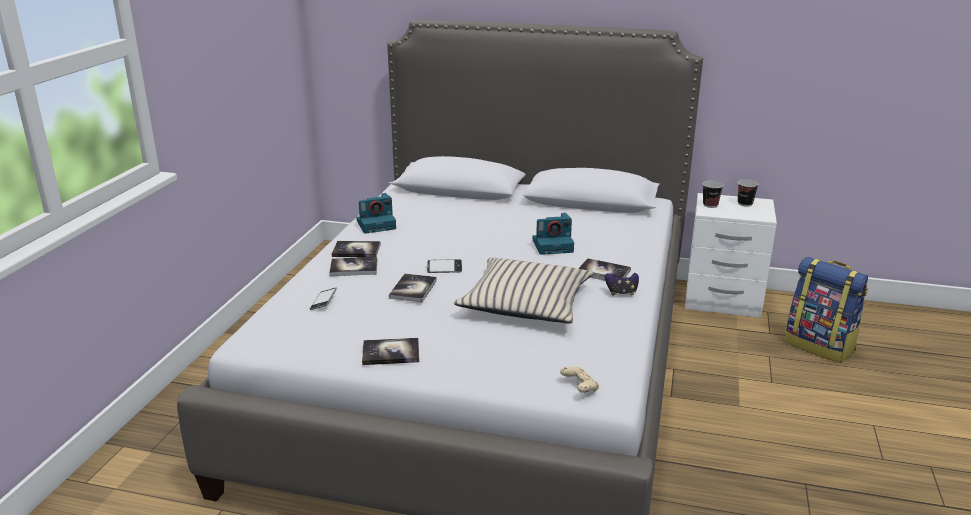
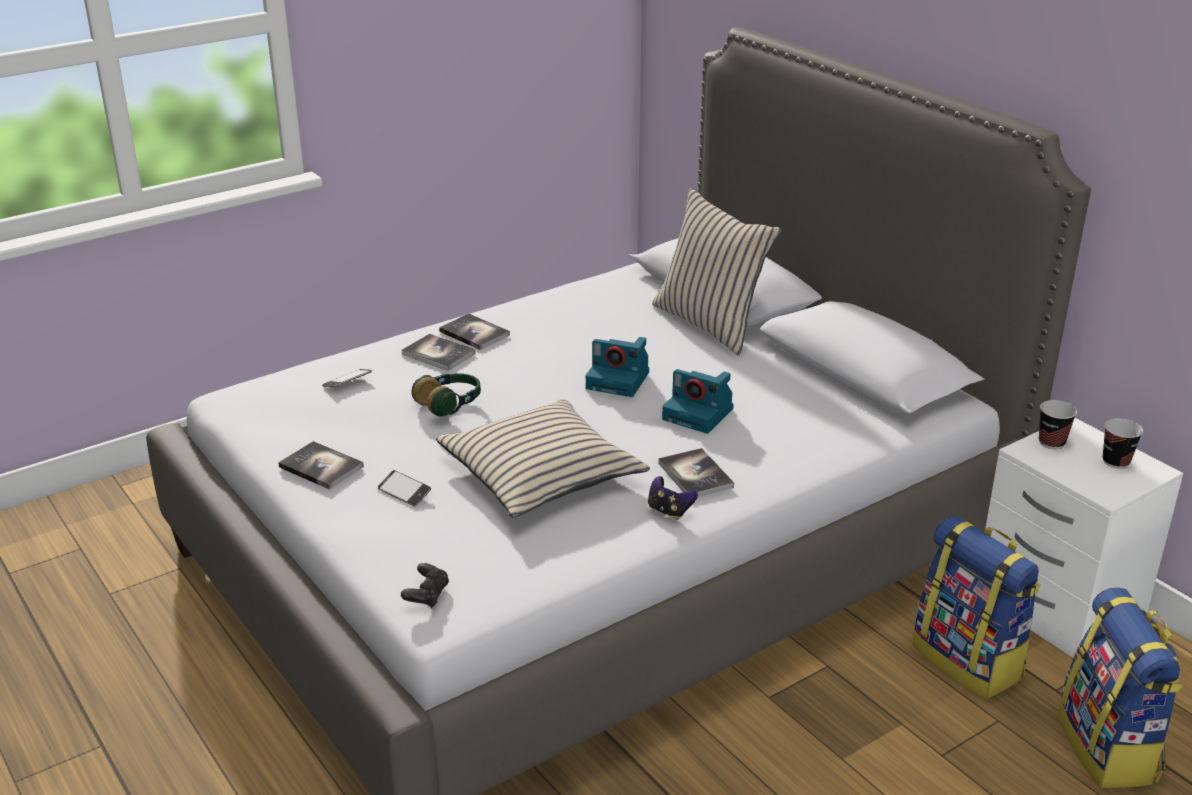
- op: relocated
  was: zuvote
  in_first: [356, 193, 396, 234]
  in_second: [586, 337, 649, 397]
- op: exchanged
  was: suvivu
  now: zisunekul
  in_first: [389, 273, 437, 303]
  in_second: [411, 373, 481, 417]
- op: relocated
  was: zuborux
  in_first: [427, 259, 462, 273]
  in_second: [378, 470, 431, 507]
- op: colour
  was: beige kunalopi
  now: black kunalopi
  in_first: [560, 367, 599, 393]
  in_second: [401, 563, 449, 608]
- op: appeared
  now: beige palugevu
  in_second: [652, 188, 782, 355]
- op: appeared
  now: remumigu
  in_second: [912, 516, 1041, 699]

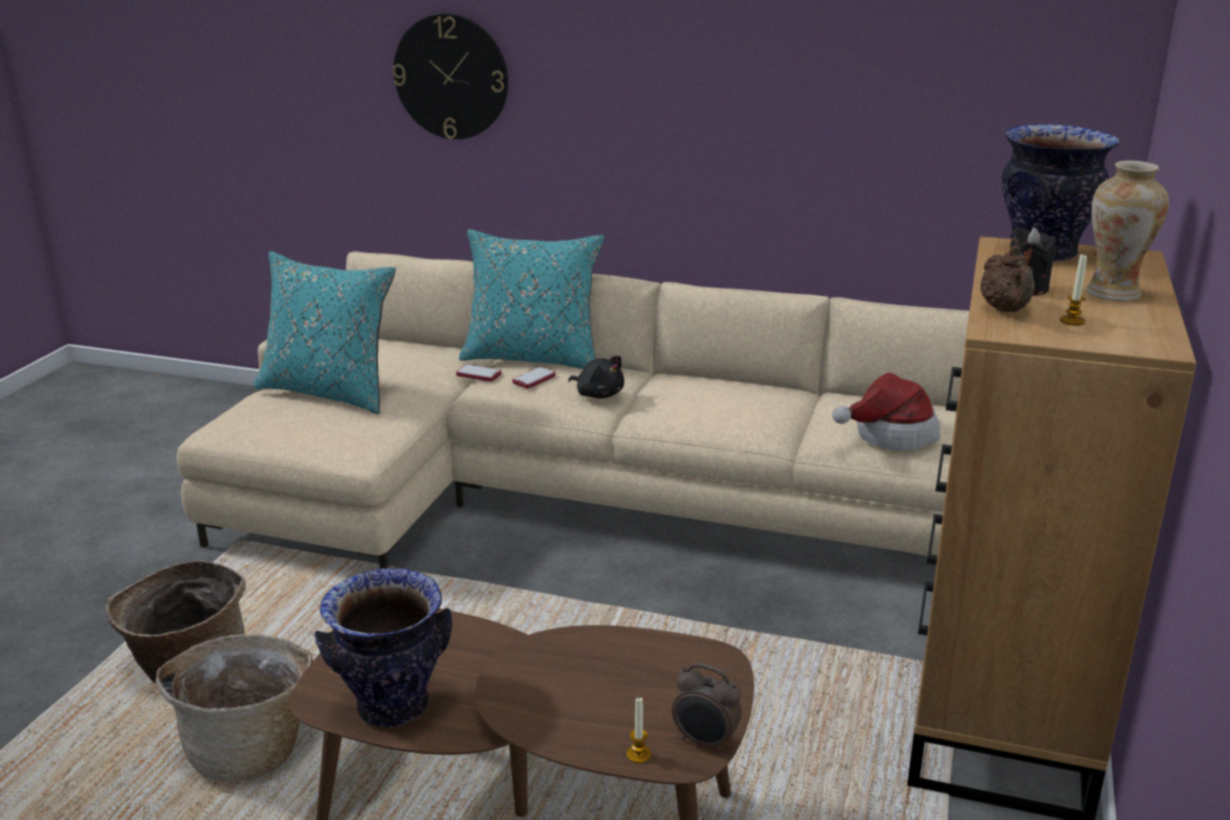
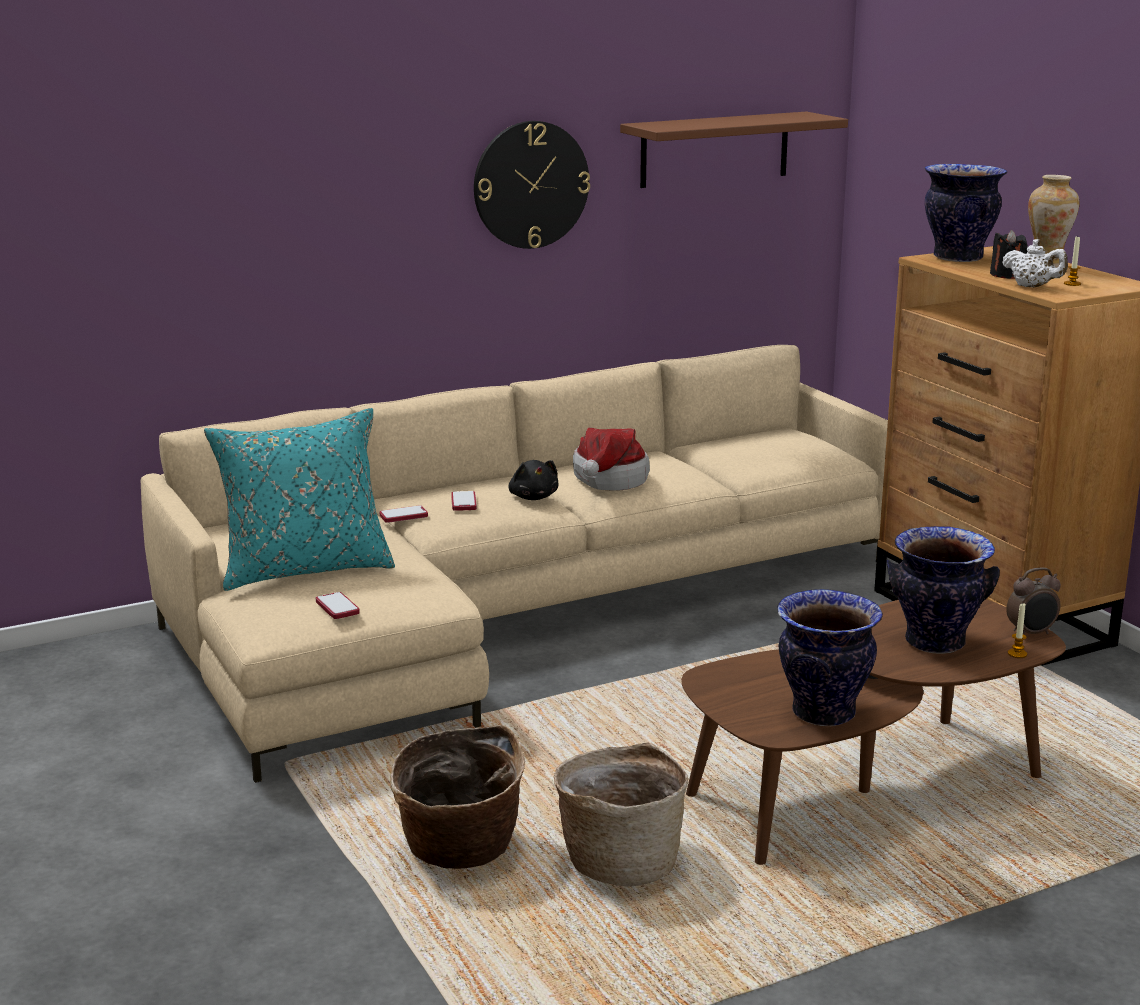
- op: relocated
  was: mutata
  in_first: [393, 13, 508, 139]
  in_second: [474, 121, 590, 249]
- op: missing
  was: turquoise palugevu
  in_first: [459, 229, 604, 369]
- op: spun
  was: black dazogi
  in_first: [568, 356, 624, 399]
  in_second: [509, 460, 558, 500]
  clockwise: 75
- op: relocated
  was: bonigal
  in_first: [832, 373, 940, 451]
  in_second: [573, 428, 650, 491]
- op: colour
  was: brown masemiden
  now: white masemiden
  in_first: [980, 246, 1035, 312]
  in_second: [1002, 239, 1068, 287]
- op: appeared
  now: zuborux
  in_second: [316, 592, 360, 619]
- op: appeared
  now: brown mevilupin
  in_second: [620, 112, 848, 188]
- op: appeared
  now: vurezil
  in_second: [886, 526, 1000, 654]

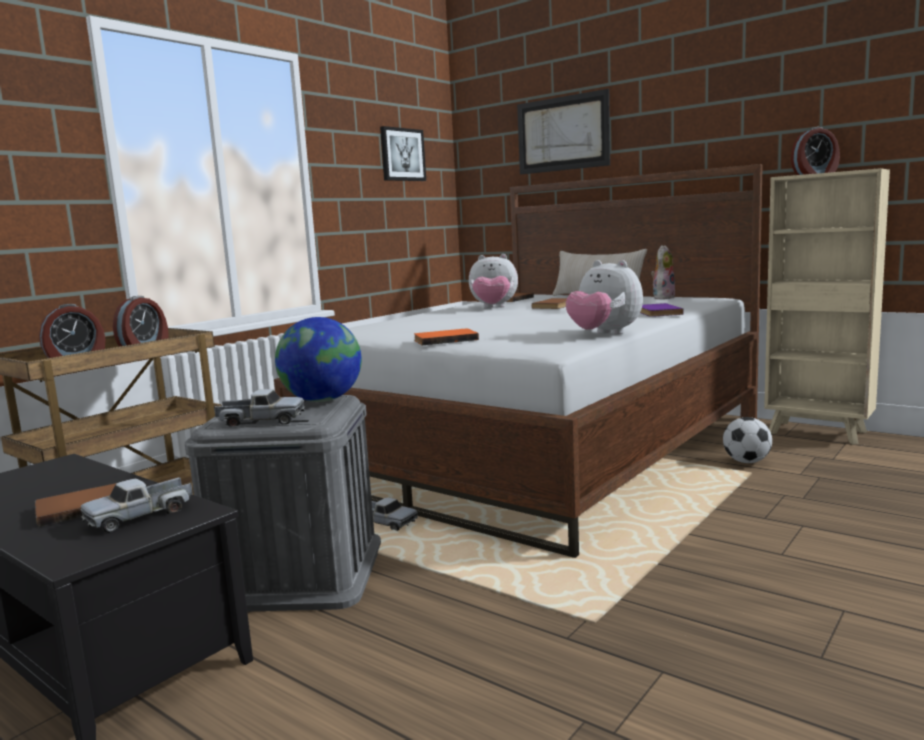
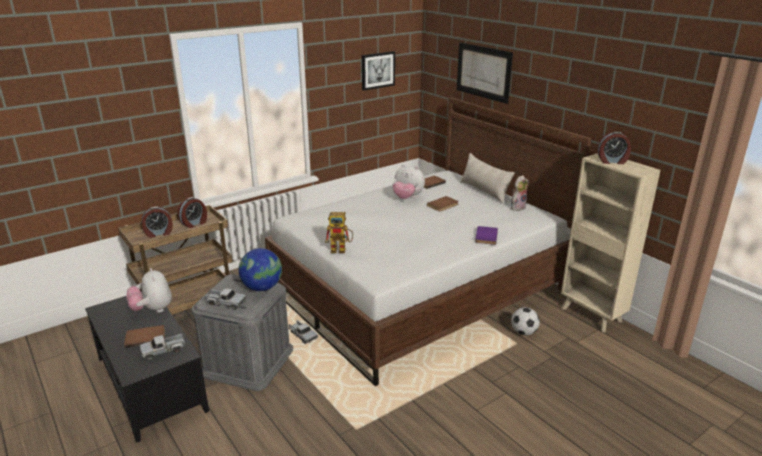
- op: exchanged
  was: orange suvivu
  now: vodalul
  in_first: [414, 329, 479, 345]
  in_second: [325, 212, 353, 253]
- op: relocated
  was: dazogi
  in_first: [566, 260, 643, 335]
  in_second: [126, 268, 172, 313]

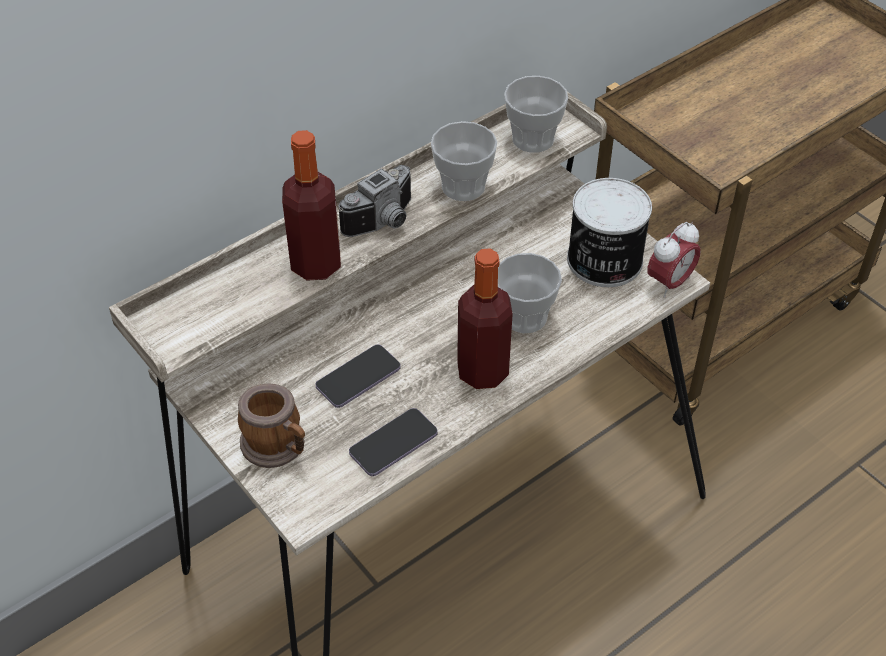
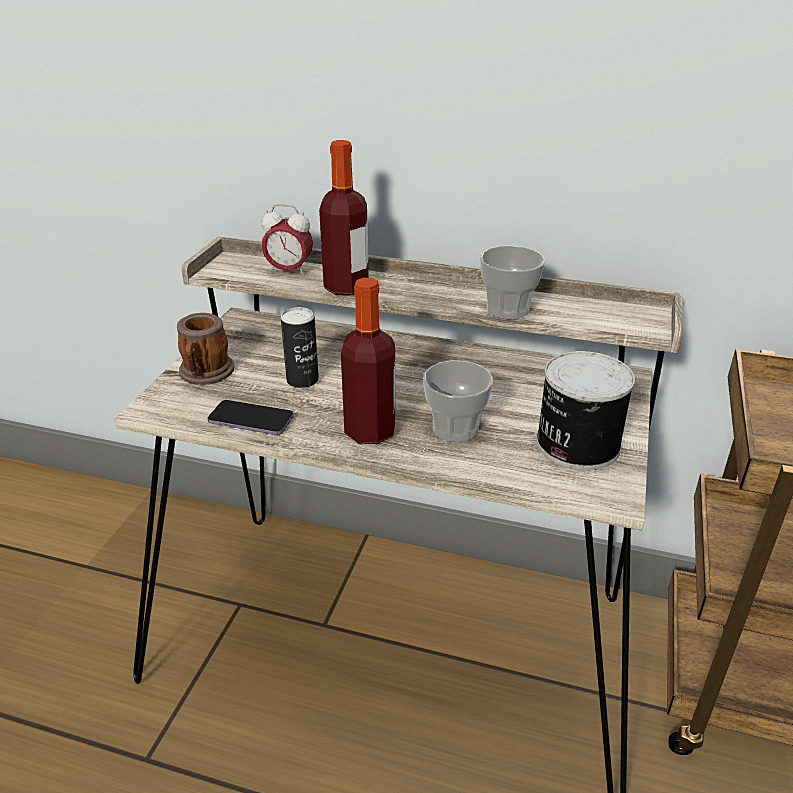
- op: exchanged
  was: zuborux
  now: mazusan
  in_first: [316, 345, 401, 408]
  in_second: [281, 307, 319, 388]
- op: missing
  was: zuvote
  in_first: [339, 165, 411, 237]
- op: missing
  was: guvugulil
  in_first: [504, 76, 568, 153]
- op: relocated
  was: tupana
  in_first: [647, 222, 701, 298]
  in_second: [261, 204, 313, 276]

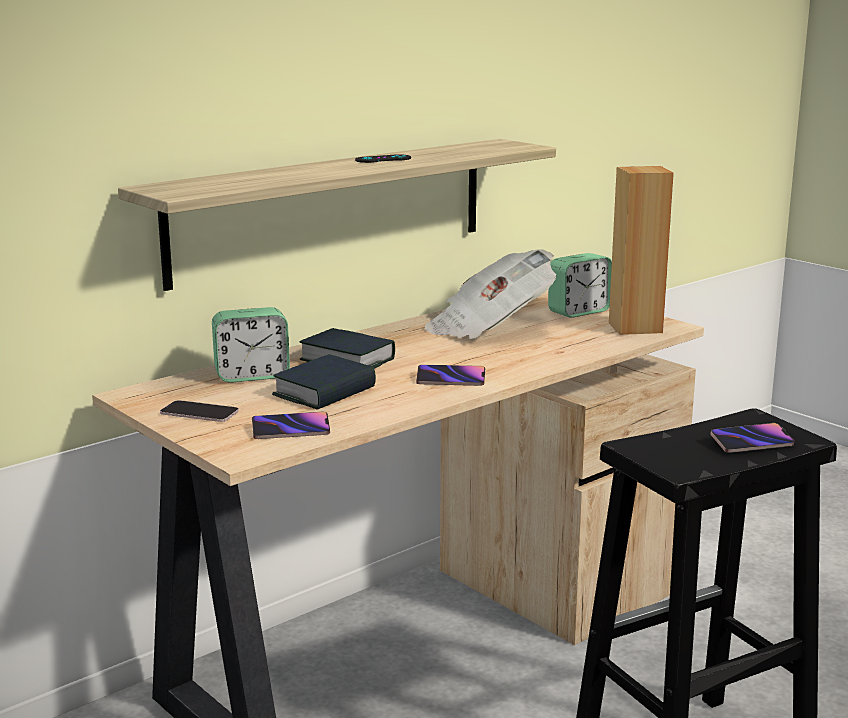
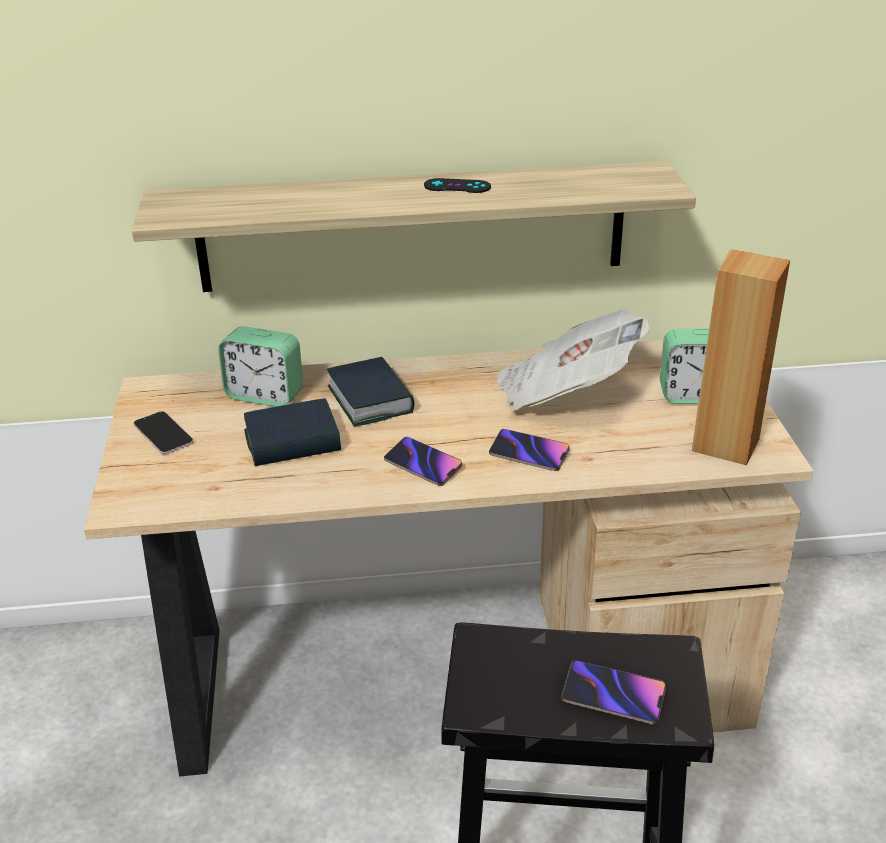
- op: relocated
  was: zuborux
  in_first: [252, 411, 330, 439]
  in_second: [489, 429, 569, 471]

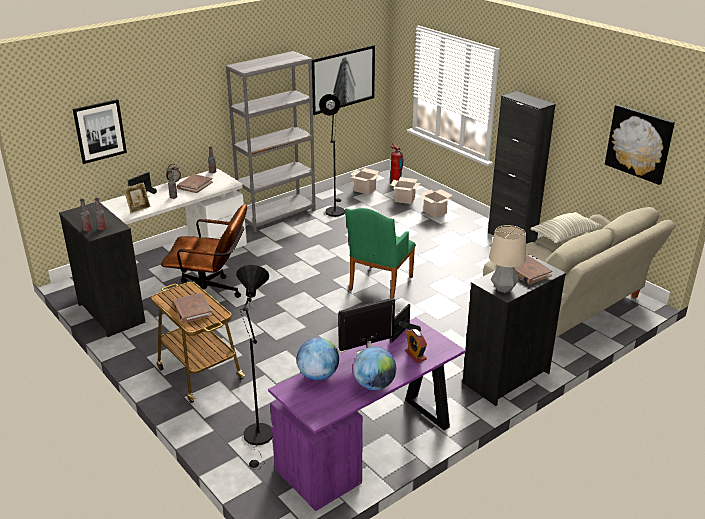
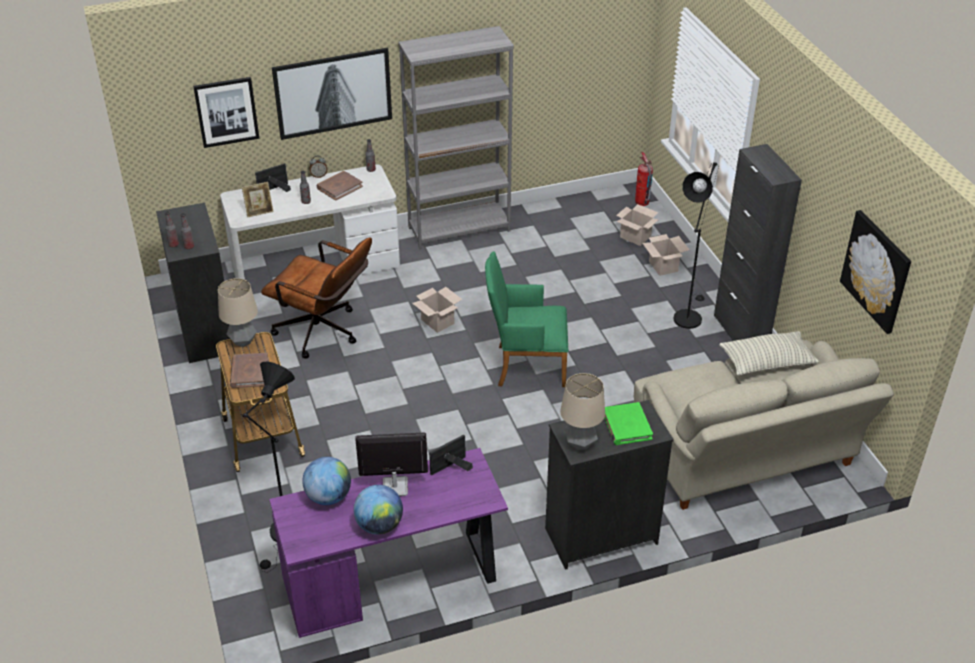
- op: relocated
  was: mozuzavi
  in_first: [312, 45, 375, 115]
  in_second: [272, 48, 392, 140]
- op: relocated
  was: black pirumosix
  in_first: [319, 94, 345, 217]
  in_second: [673, 162, 719, 329]
- op: spun
  was: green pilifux
  in_first: [345, 208, 416, 298]
  in_second: [485, 251, 568, 387]
  clockwise: 45
- op: relocated
  was: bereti
  in_first: [350, 168, 380, 195]
  in_second: [412, 287, 462, 333]
- op: missing
  was: tupana
  in_first: [405, 329, 427, 363]
- op: colour
  was: brown suvivu
  now: green suvivu
  in_first: [515, 255, 553, 284]
  in_second: [604, 402, 653, 445]
- op: appeared
  now: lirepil
  in_second: [218, 278, 258, 347]

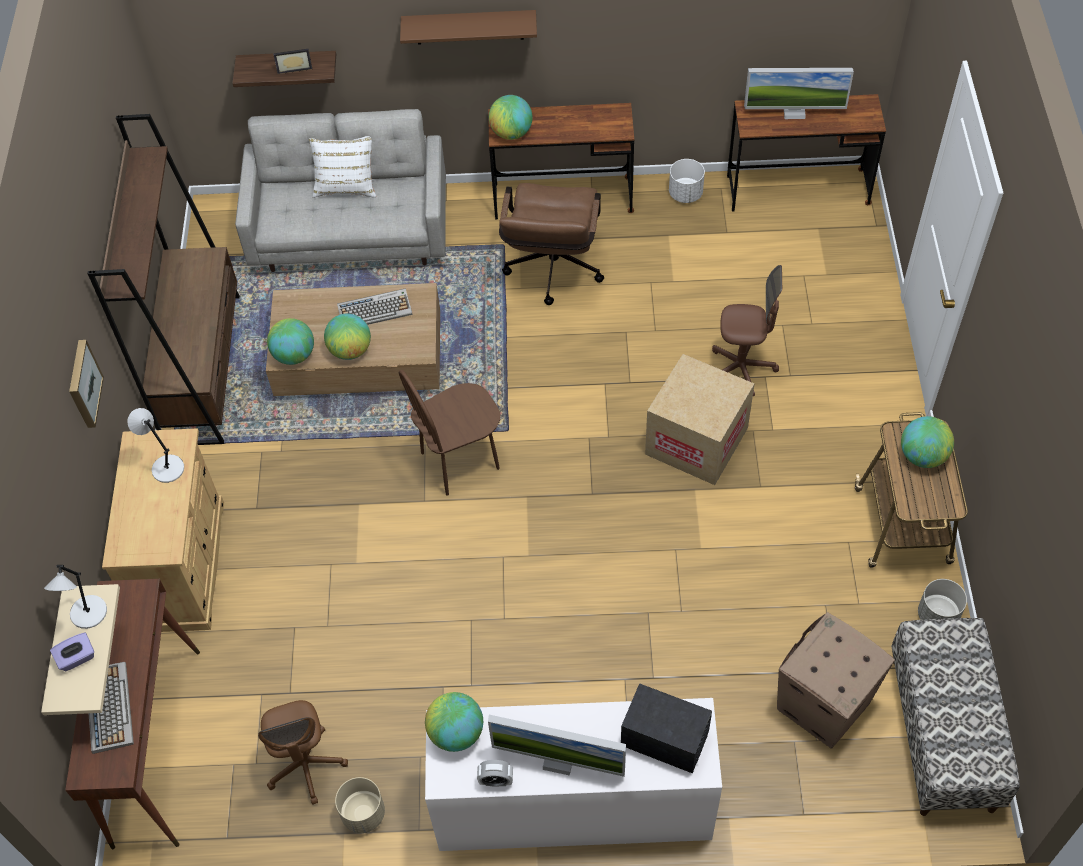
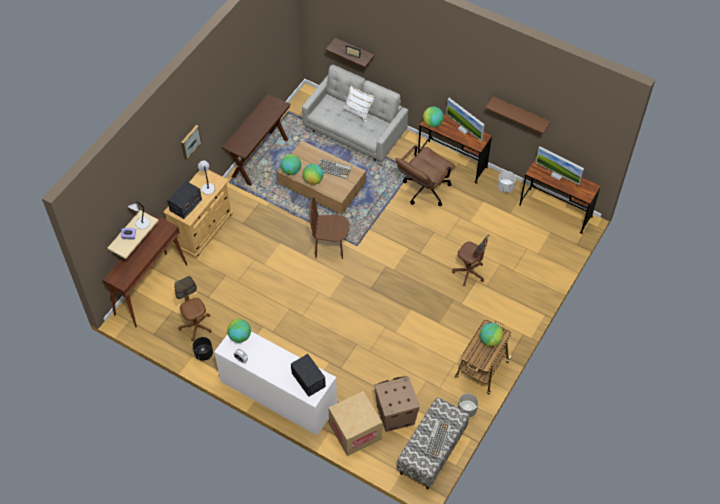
- op: exchanged
  was: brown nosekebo
  now: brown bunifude
  in_first: [87, 114, 240, 445]
  in_second: [222, 94, 291, 186]
- op: relocated
  was: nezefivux
  in_first: [88, 662, 134, 754]
  in_second: [424, 420, 452, 459]
- op: spun
  was: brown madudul
  in_first: [258, 700, 348, 805]
  in_second: [174, 276, 212, 341]
  clockwise: 135
- op: colour
  was: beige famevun
  now: black famevun
  in_first: [335, 777, 385, 833]
  in_second: [193, 337, 213, 361]
- op: relocated
  was: brown mevilupin
  in_first: [400, 10, 537, 44]
  in_second: [485, 96, 551, 134]
- op: relocated
  was: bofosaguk
  in_first: [488, 715, 626, 777]
  in_second: [446, 98, 485, 141]
- op: relocated
  was: bereti
  in_first: [645, 354, 754, 485]
  in_second: [328, 391, 382, 456]
- op: appeared
  now: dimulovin
  in_second: [167, 180, 202, 219]

